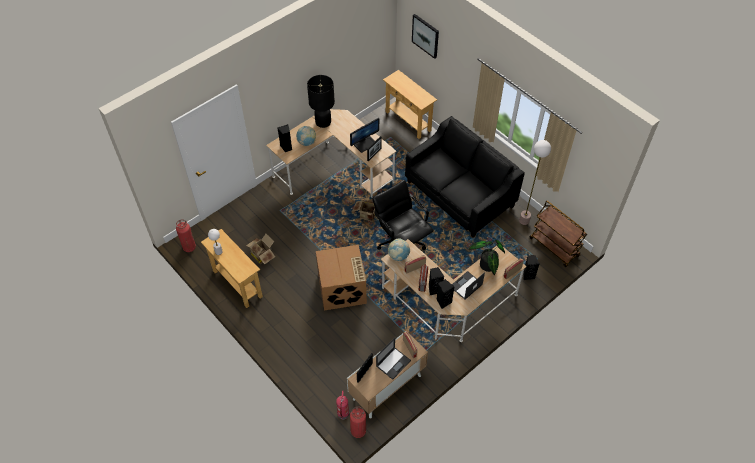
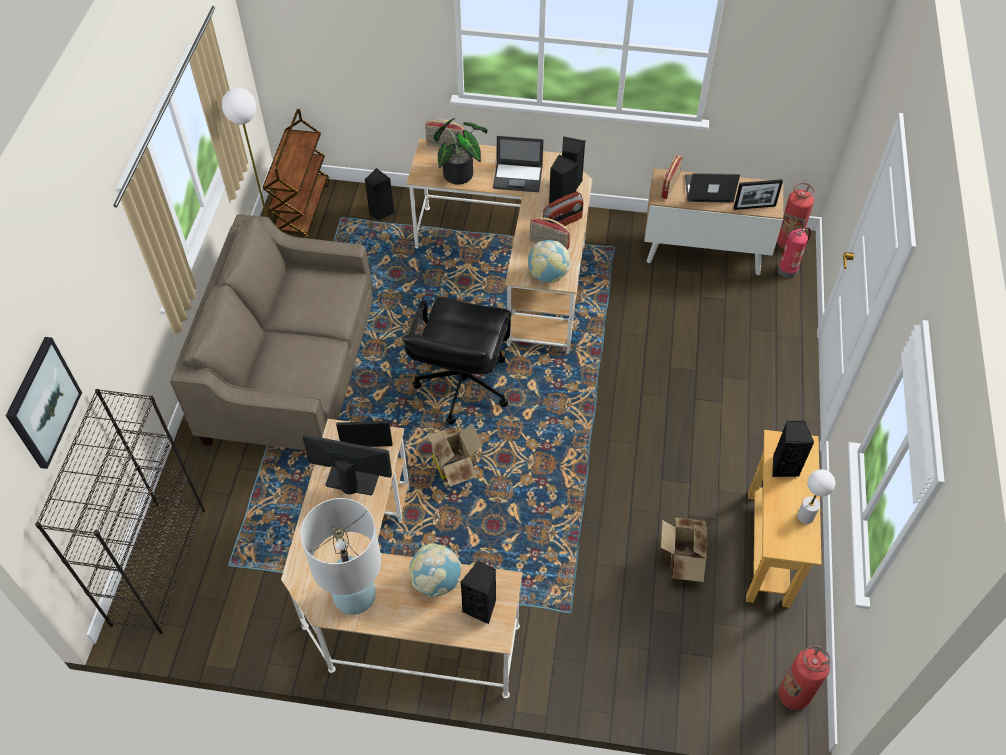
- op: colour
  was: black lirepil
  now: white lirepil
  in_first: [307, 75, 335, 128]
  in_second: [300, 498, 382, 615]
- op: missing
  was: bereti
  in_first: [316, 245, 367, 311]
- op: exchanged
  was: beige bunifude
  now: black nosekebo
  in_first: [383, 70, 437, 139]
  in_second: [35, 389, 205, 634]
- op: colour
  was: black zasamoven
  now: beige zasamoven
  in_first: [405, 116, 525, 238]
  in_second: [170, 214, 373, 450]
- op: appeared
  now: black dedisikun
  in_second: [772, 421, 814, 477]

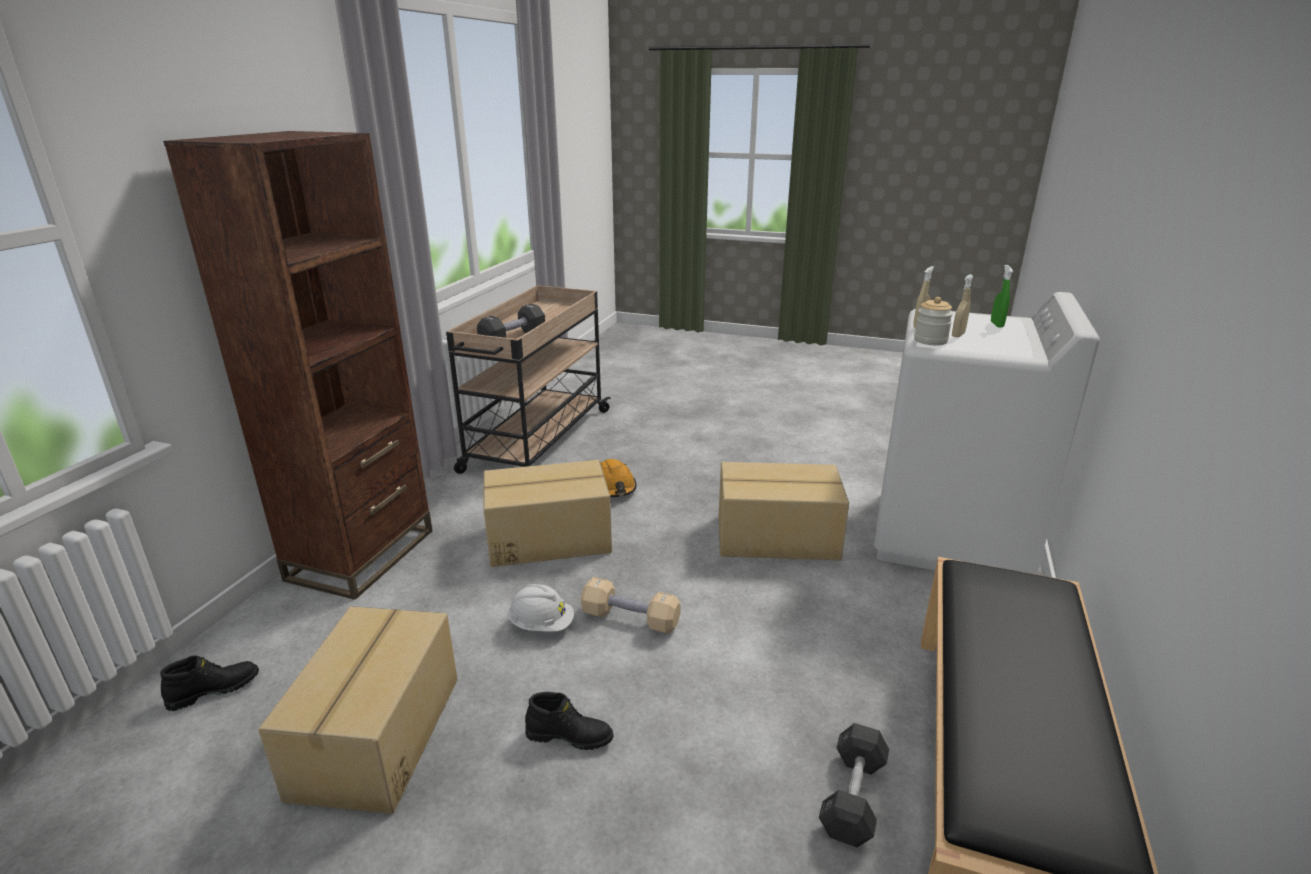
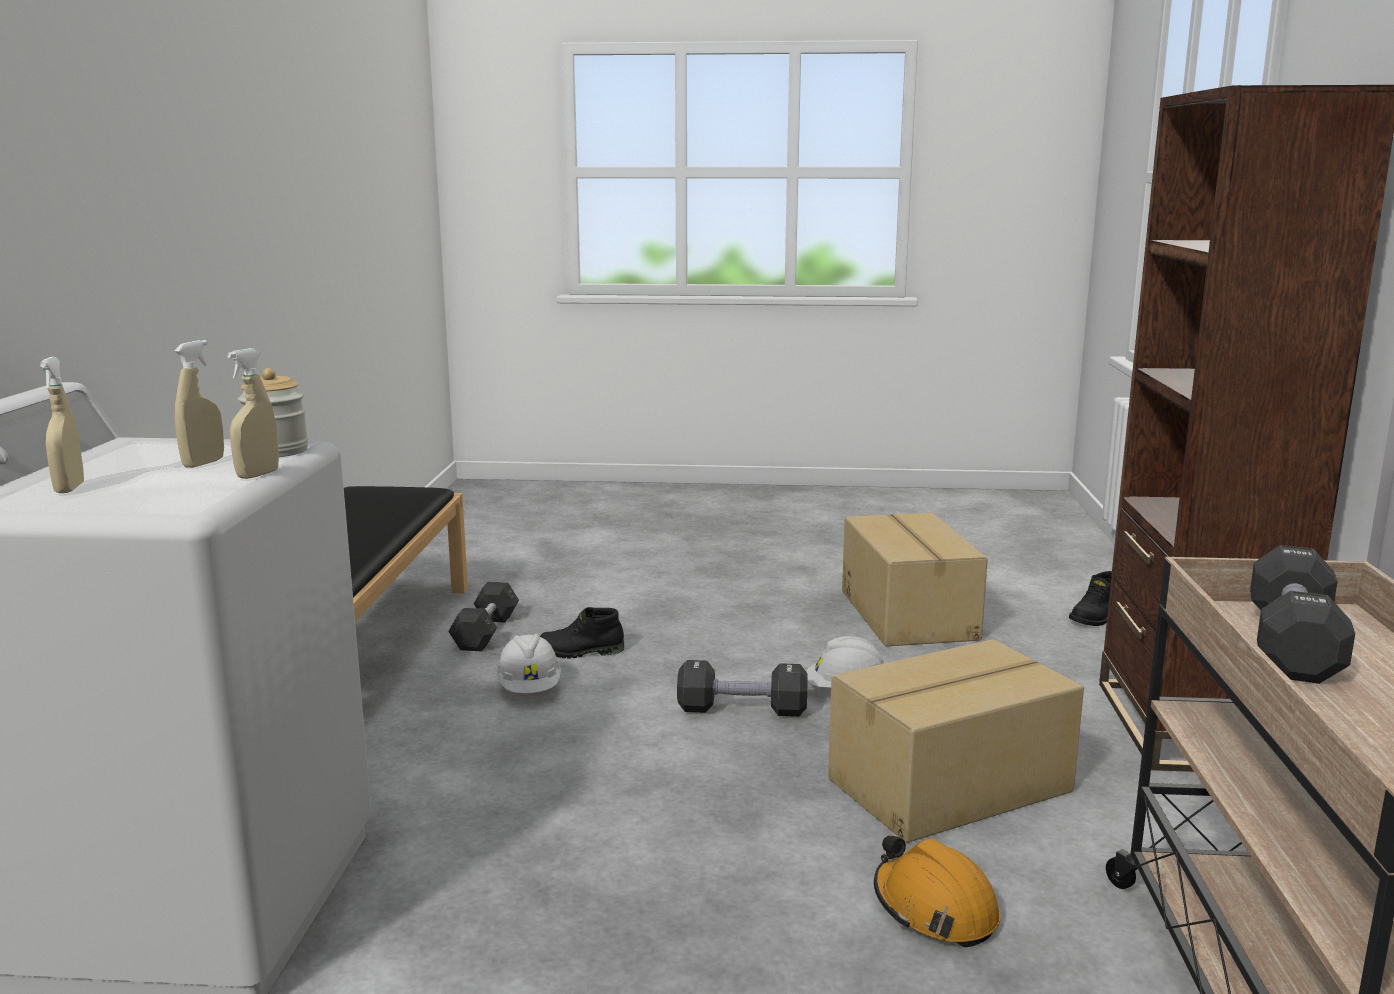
- op: relocated
  was: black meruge
  in_first: [525, 692, 614, 750]
  in_second: [540, 607, 624, 658]
- op: colour
  was: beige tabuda
  now: black tabuda
  in_first: [581, 577, 681, 634]
  in_second: [677, 660, 808, 717]
- op: missing
  was: bereti
  in_first: [719, 462, 849, 560]
- op: colour
  was: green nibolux
  now: beige nibolux
  in_first: [991, 265, 1013, 328]
  in_second: [40, 357, 84, 493]
- op: appeared
  now: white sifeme
  in_second: [496, 634, 561, 694]

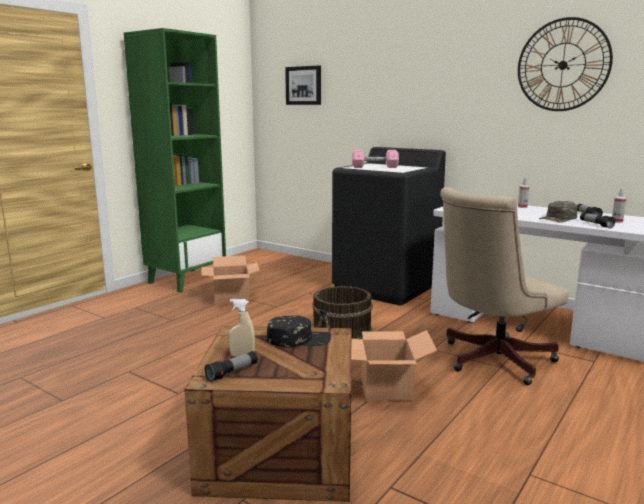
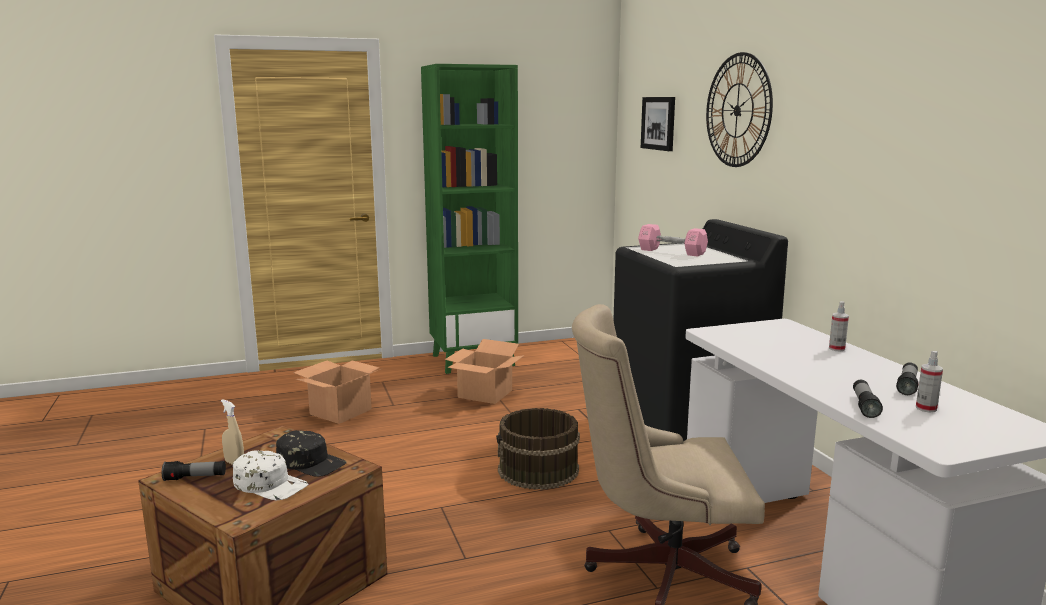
- op: relocated
  was: bereti
  in_first: [351, 330, 437, 401]
  in_second: [293, 361, 383, 424]
- op: relocated
  was: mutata
  in_first: [518, 17, 613, 111]
  in_second: [706, 52, 773, 167]
- op: missing
  was: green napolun
  in_first: [539, 201, 578, 223]
- op: appeared
  now: white napolun
  in_second: [233, 451, 308, 500]

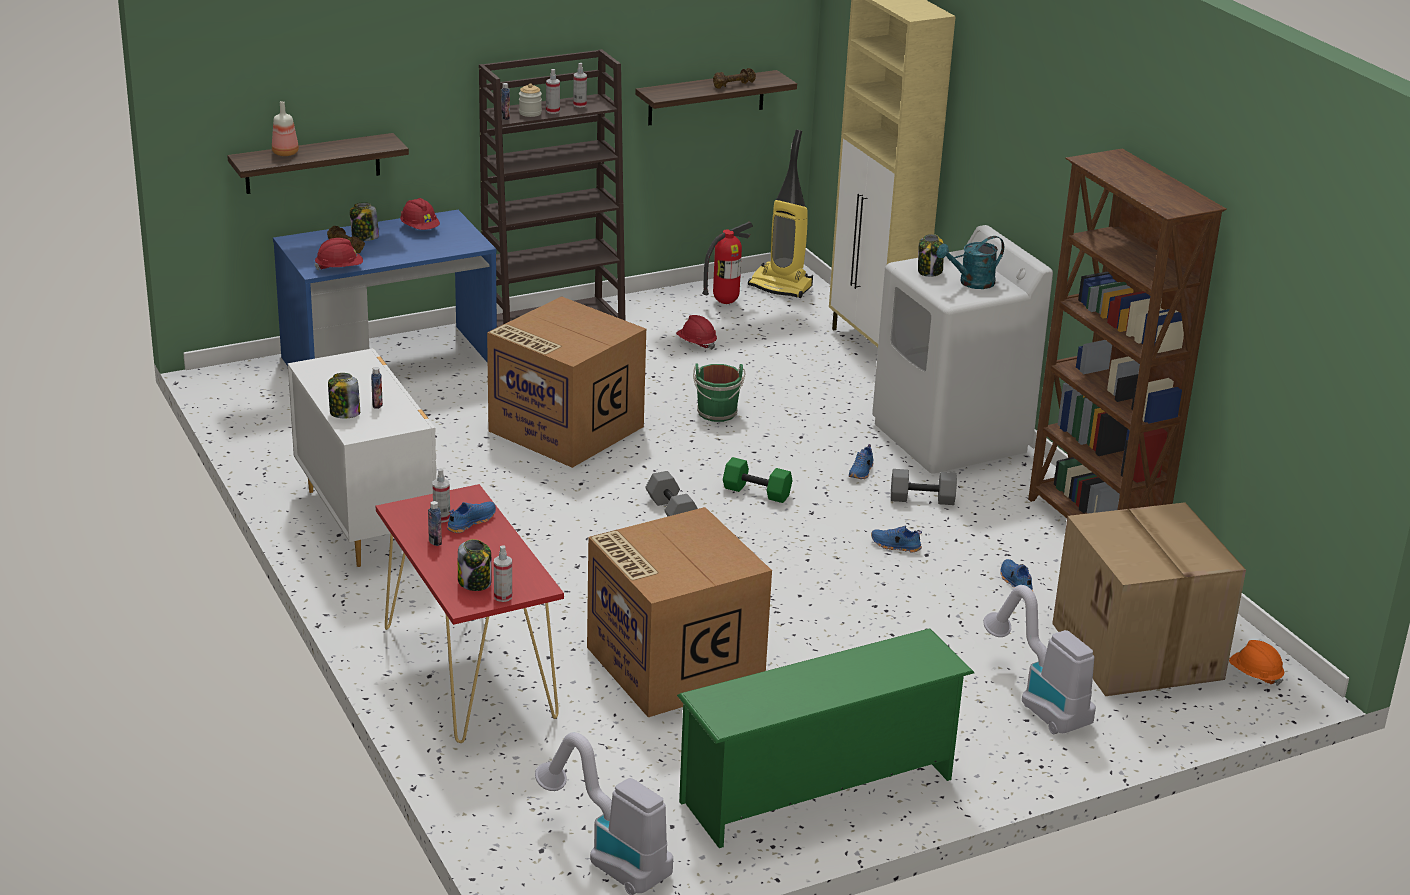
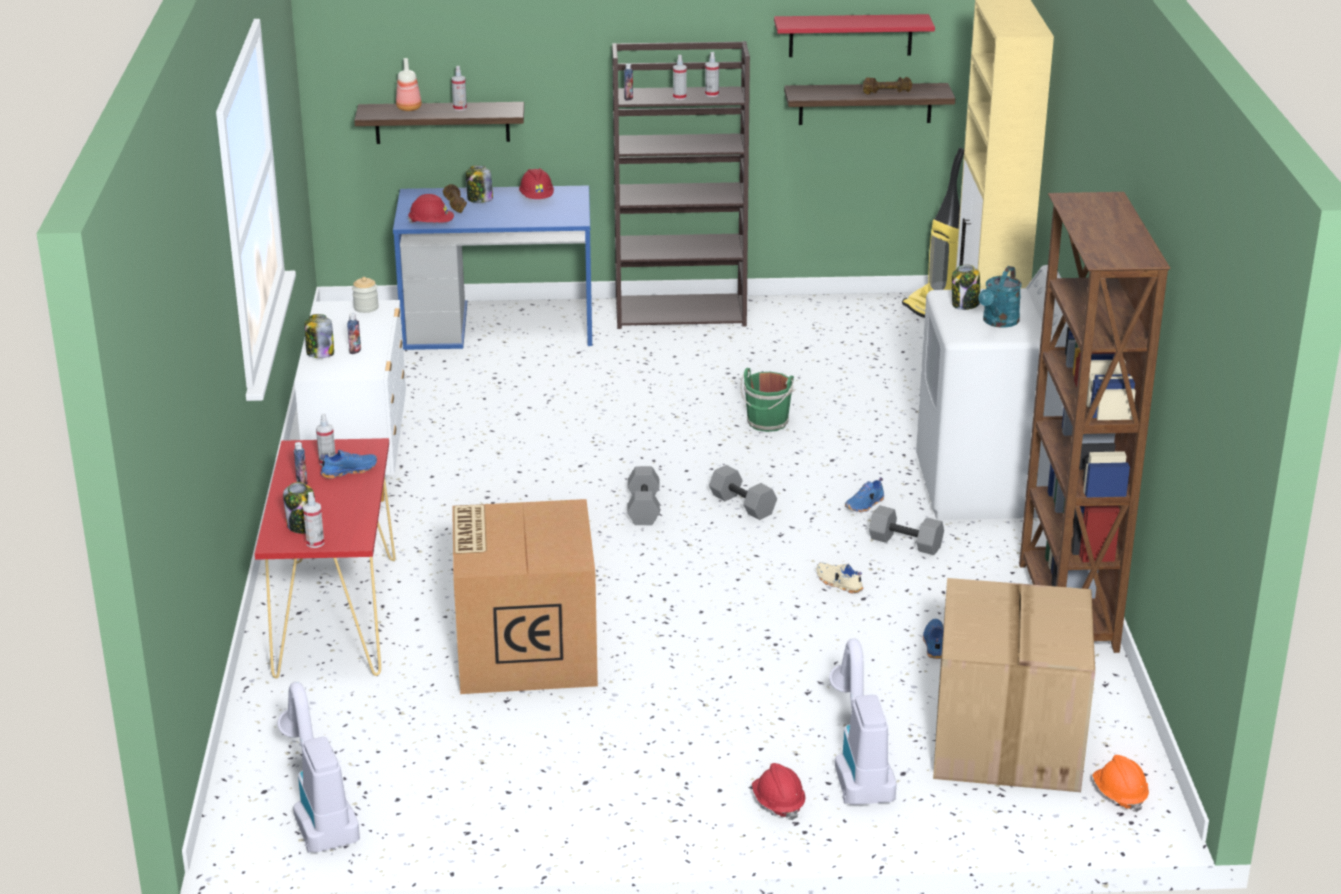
- op: missing
  was: bereti
  in_first: [487, 296, 646, 468]
- op: relocated
  was: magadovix
  in_first: [519, 83, 542, 117]
  in_second: [352, 277, 379, 313]
- op: relocated
  was: red sifeme
  in_first: [676, 315, 717, 350]
  in_second: [752, 763, 805, 820]
- op: missing
  was: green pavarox
  in_first: [677, 628, 974, 848]
- op: missing
  was: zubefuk
  in_first: [702, 221, 753, 304]
- op: colour
  was: green tabuda
  now: grey tabuda
  in_first: [723, 457, 792, 503]
  in_second: [709, 465, 777, 520]
- op: colour
  was: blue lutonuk
  now: beige lutonuk
  in_first: [871, 526, 922, 553]
  in_second: [816, 562, 863, 593]
- op: spun
  was: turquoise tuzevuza
  in_first: [936, 236, 1004, 289]
  in_second: [978, 266, 1022, 328]
  clockwise: -60
- op: appeared
  now: nibolux
  in_second: [452, 66, 467, 111]
- op: appeared
  now: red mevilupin
  in_second: [774, 14, 935, 57]

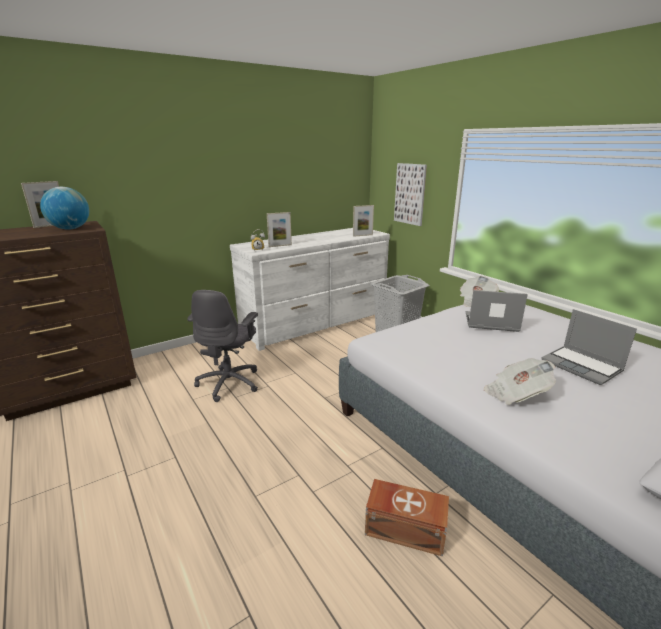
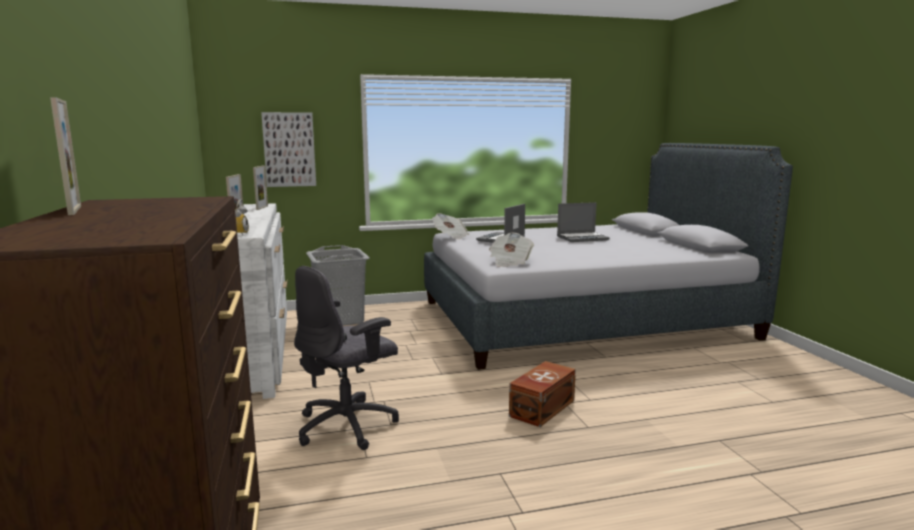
- op: missing
  was: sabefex
  in_first: [40, 187, 89, 230]
- op: spun
  was: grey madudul
  in_first: [187, 290, 258, 402]
  in_second: [294, 266, 399, 450]
  clockwise: 105
- op: relocated
  was: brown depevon
  in_first: [365, 479, 449, 556]
  in_second: [509, 361, 576, 427]
- op: relocated
  was: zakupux
  in_first: [484, 358, 556, 405]
  in_second: [489, 233, 534, 267]

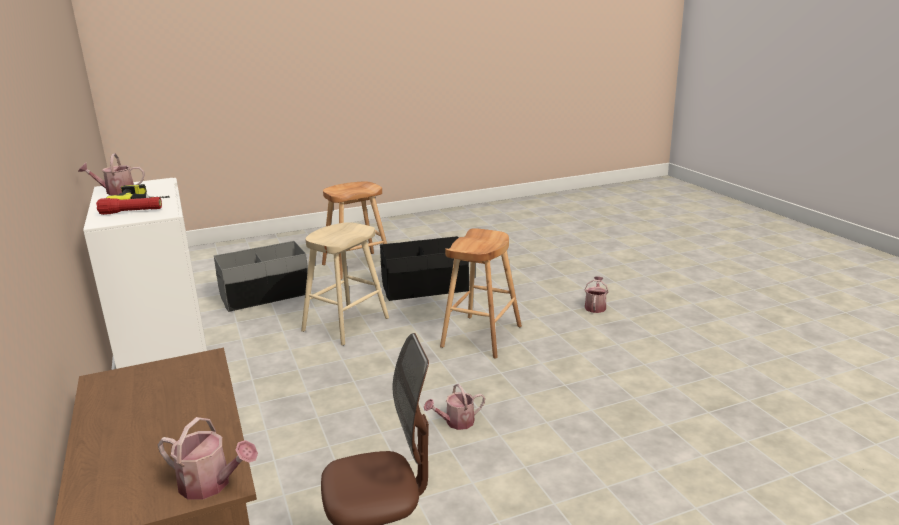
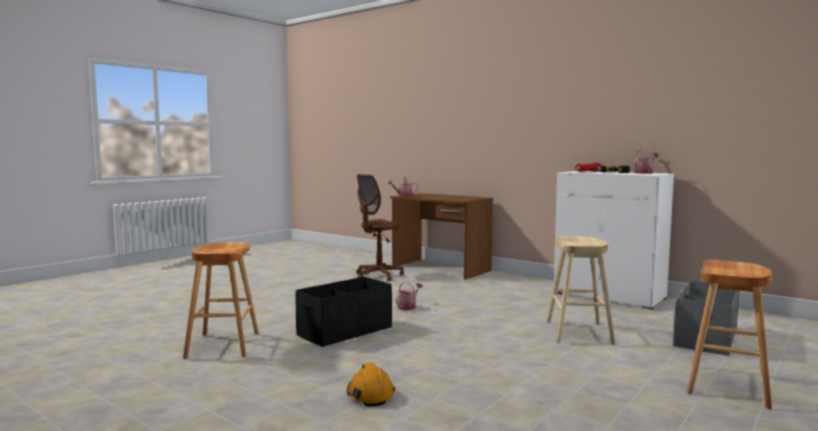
- op: relocated
  was: black depevon
  in_first: [380, 236, 469, 301]
  in_second: [296, 277, 392, 347]
- op: relocated
  was: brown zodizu
  in_first: [440, 228, 522, 359]
  in_second: [183, 242, 259, 359]
- op: exchanged
  was: tuzevuza
  now: orange sifeme
  in_first: [584, 276, 608, 313]
  in_second: [347, 362, 395, 406]

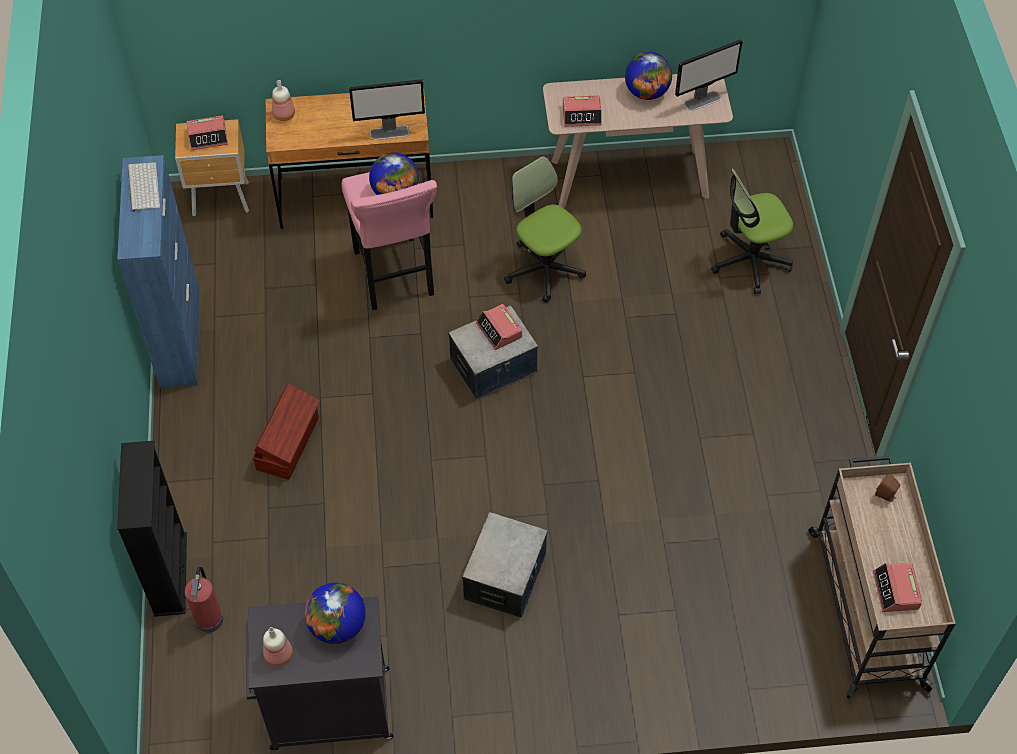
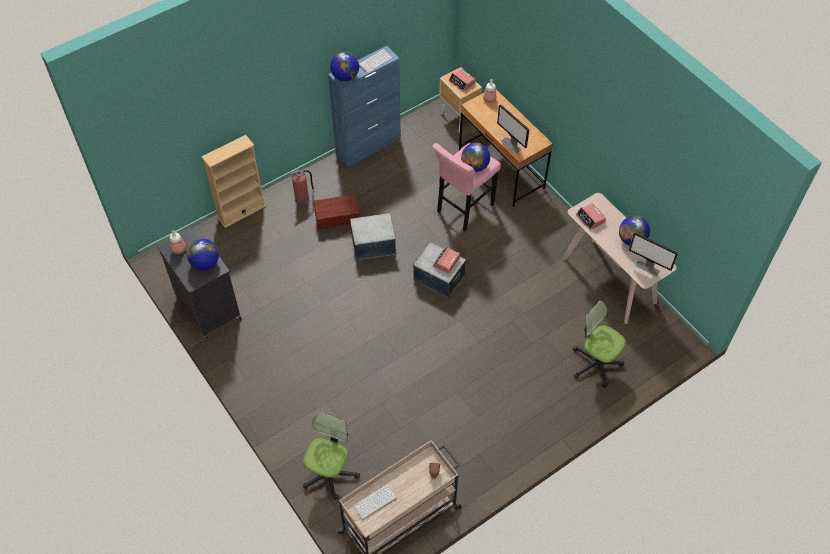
- op: colour
  was: black nosekebo
  now: beige nosekebo
  in_first: [117, 441, 187, 617]
  in_second: [202, 135, 266, 228]
- op: relocated
  was: zubefuk
  in_first: [185, 567, 223, 633]
  in_second: [290, 170, 315, 204]
- op: relocated
  was: depevon
  in_first: [462, 512, 548, 618]
  in_second: [350, 213, 397, 260]
- op: relocated
  was: madudul
  in_first: [504, 156, 586, 303]
  in_second: [303, 412, 360, 500]
- op: exchanged
  was: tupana
  now: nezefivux
  in_first: [873, 563, 922, 612]
  in_second: [353, 484, 397, 520]
- op: appeared
  now: sabefex
  in_second: [330, 52, 359, 81]

